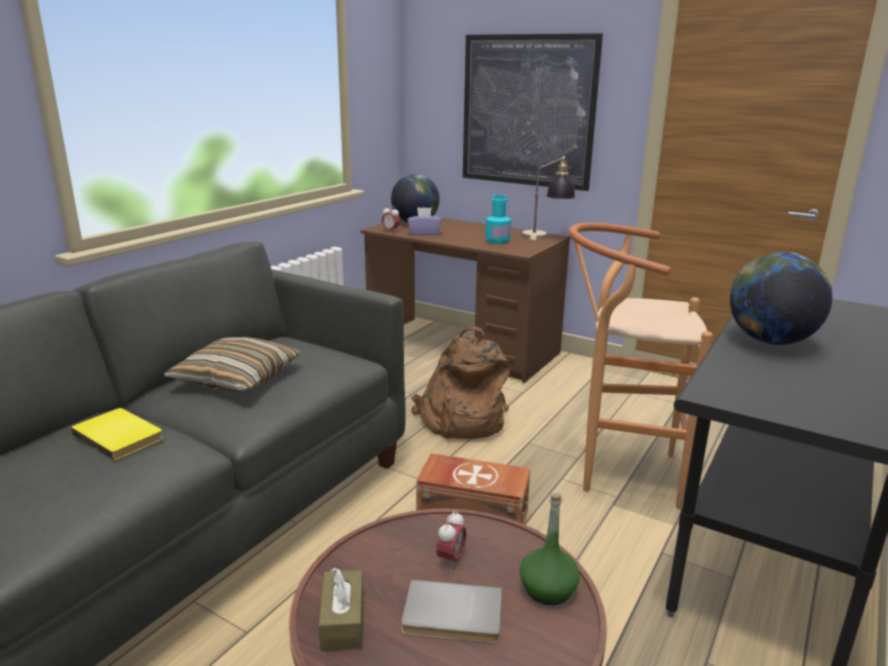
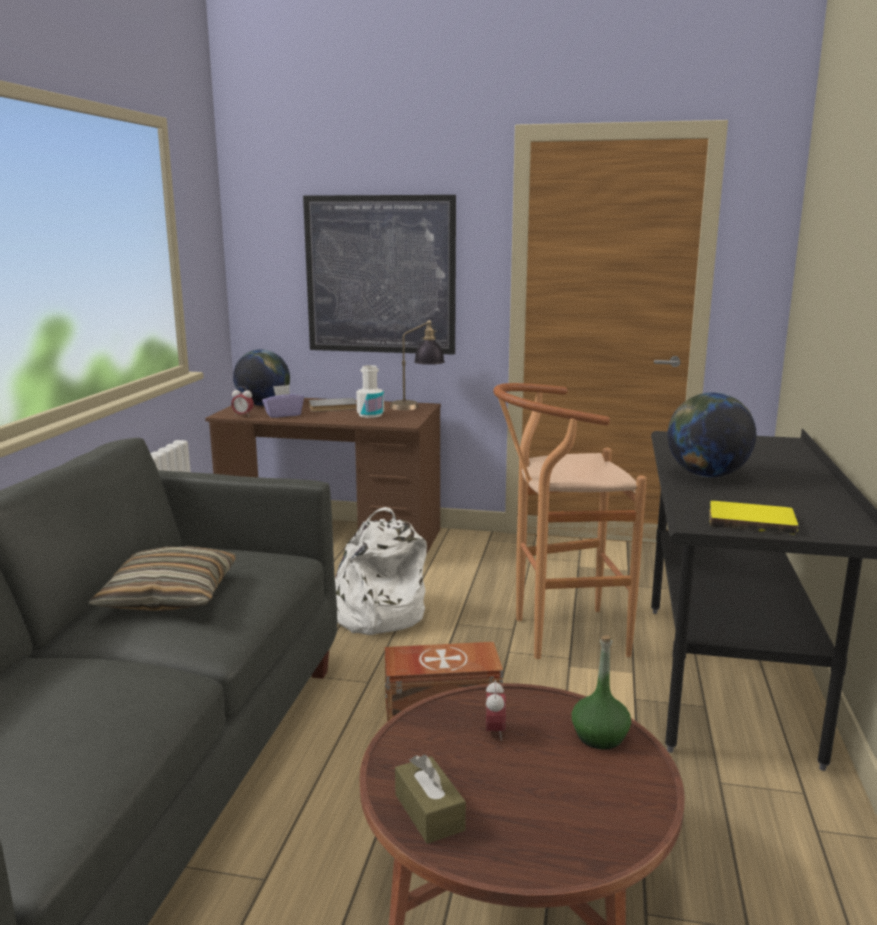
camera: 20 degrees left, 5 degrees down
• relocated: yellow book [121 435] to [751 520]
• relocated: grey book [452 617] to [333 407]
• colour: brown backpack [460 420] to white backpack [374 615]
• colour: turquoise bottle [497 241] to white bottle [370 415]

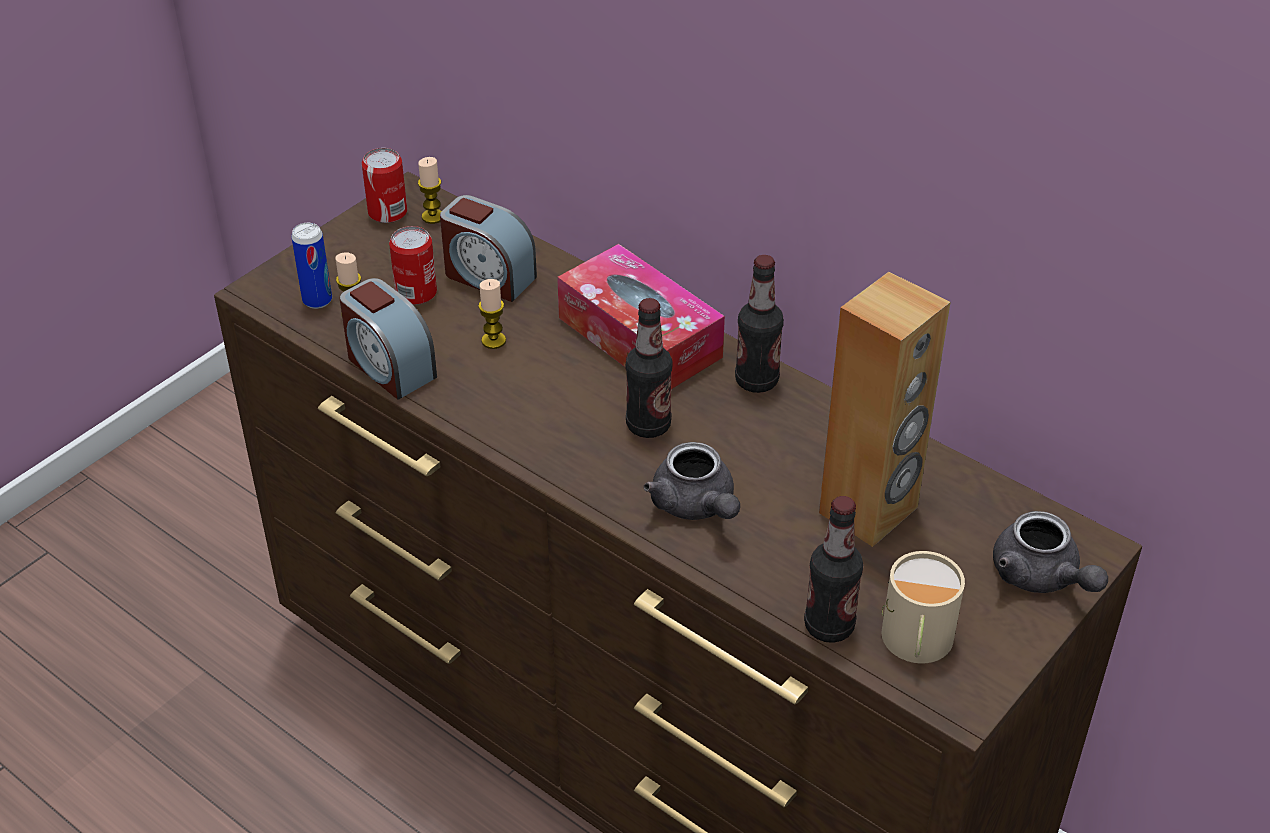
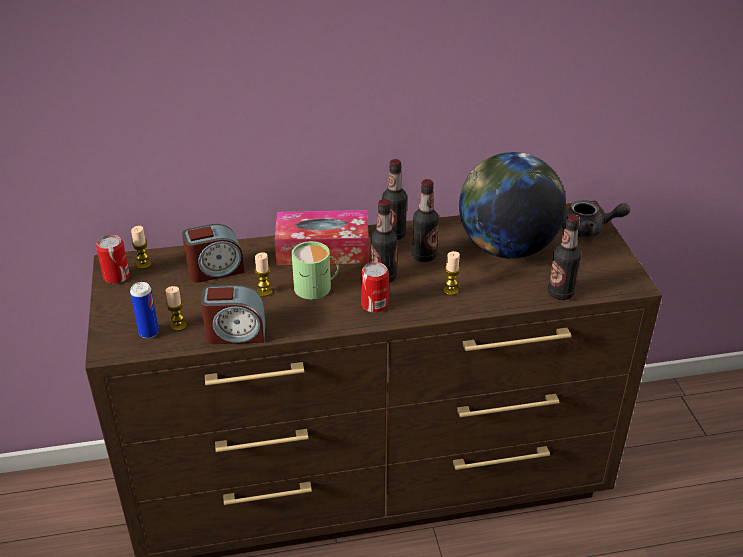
camera: 50 degrees left, 5 degrees down
• relocated: can [416 293] to [374 305]
• exchanged: grey teapot [696 506] to candle [450 290]
• exchanged: brown speaker [869 511] to globe [506 248]
• missing: beige mug [915 641]
• appeared: green mug [317 287]
• appeared: bottle [424 256]

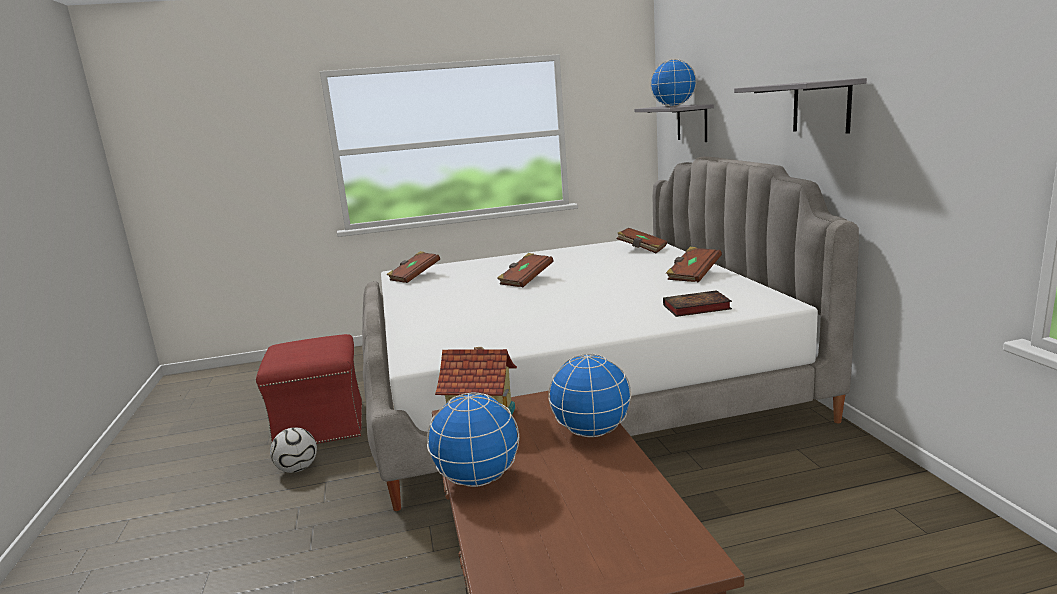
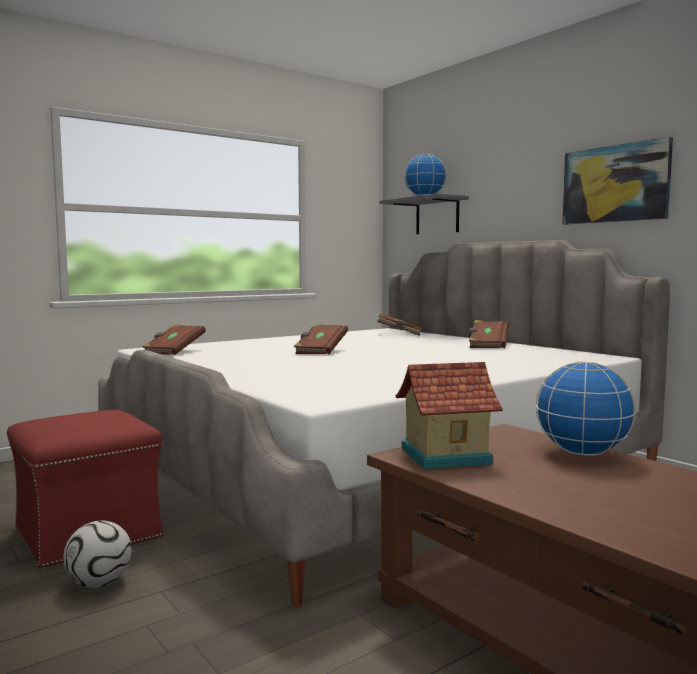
camera: 25 degrees left, 10 degrees down
• missing: globe [477 479]
• missing: book [695 308]
• exchanged: grey shelf [821 106] to picture [615 184]

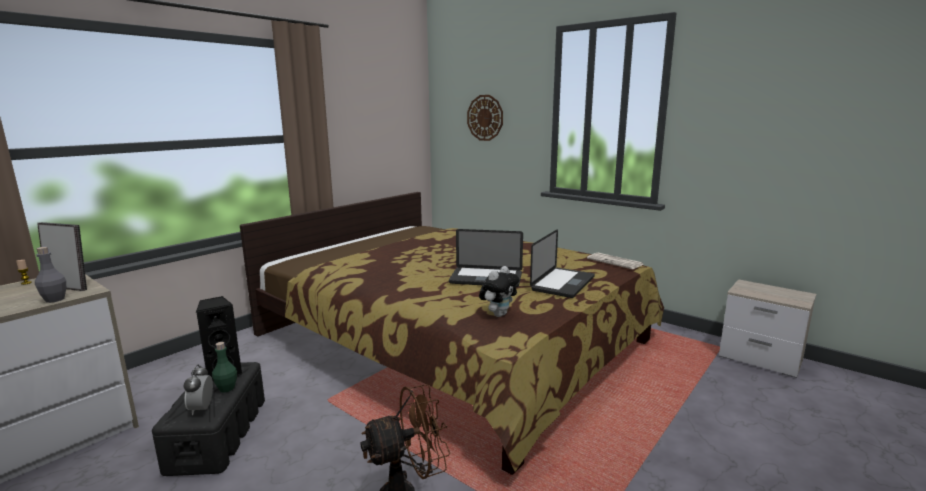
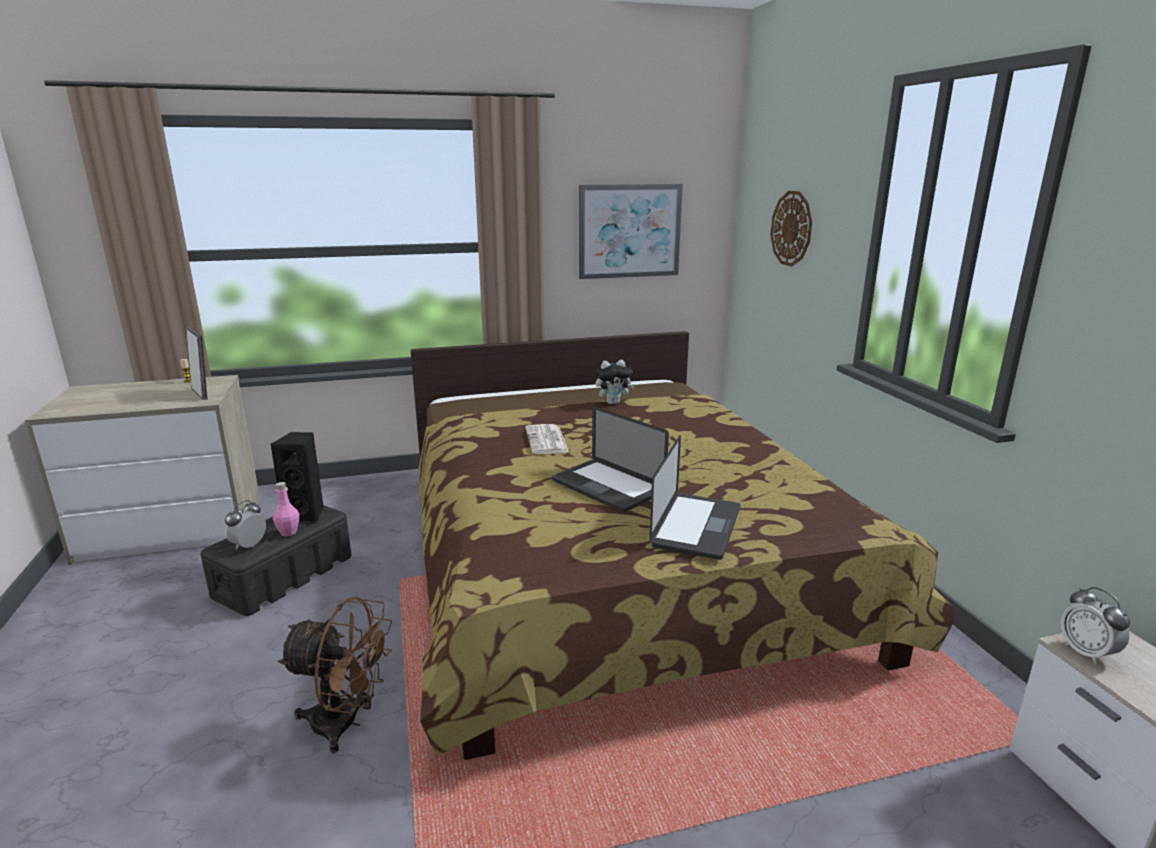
camera: 35 degrees right, 5 degrees up
• missing: grey bottle [54 299]
• colour: green bottle [226 388] to pink bottle [288 532]
• relocated: plush toy [498 314] to [613 402]
• spun: laptop [563 283] = [696 527] 45 degrees counterclockwise
• relocated: newspaper [615 262] to [547 440]
• appeared: picture [629 231]
• appeared: alarm clock [1086 652]

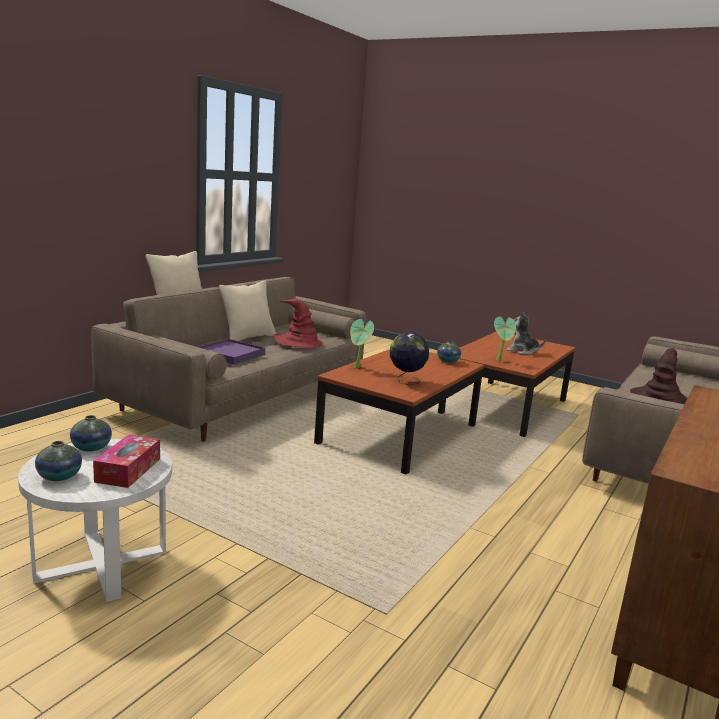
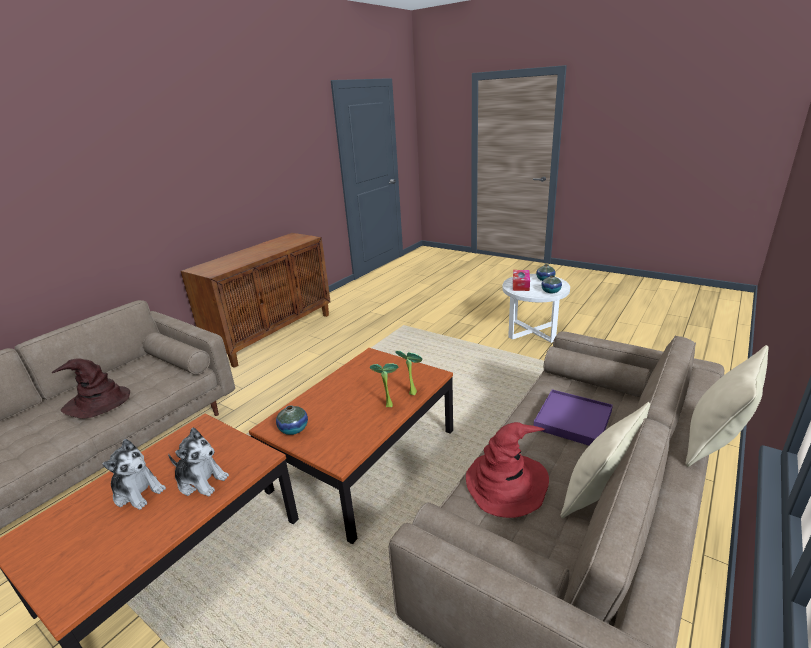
camera: 175 degrees left, 10 degrees up
• missing: globe [406 381]
• relocated: potted plant [500 361] to [387 404]
• appeared: plush toy [201 481]

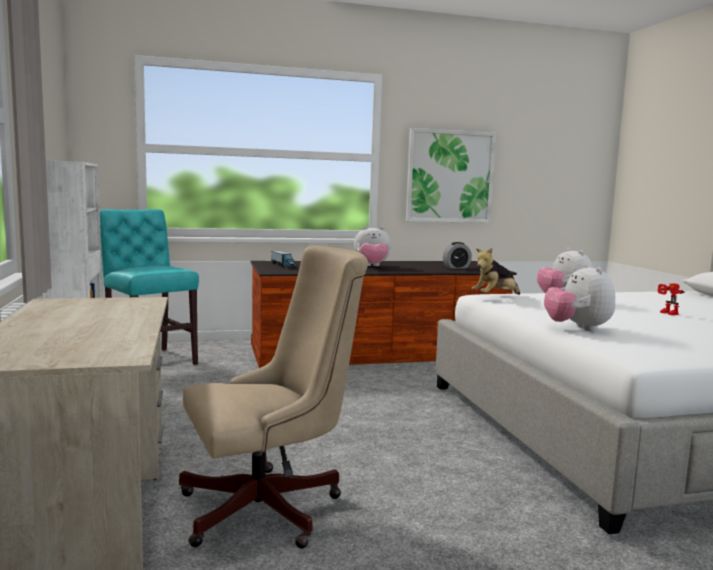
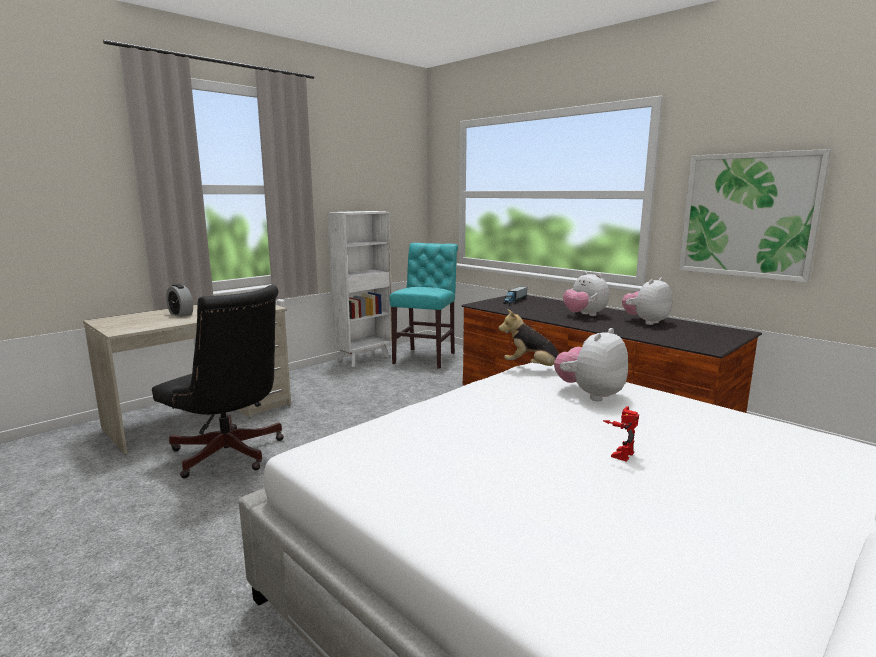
camera: 60 degrees right, 5 degrees up
• colour: beige office chair [271 508] to black office chair [230 455]
• relocated: alarm clock [456 267] to [181 314]
• relocated: plush toy [577 328] to [646 322]

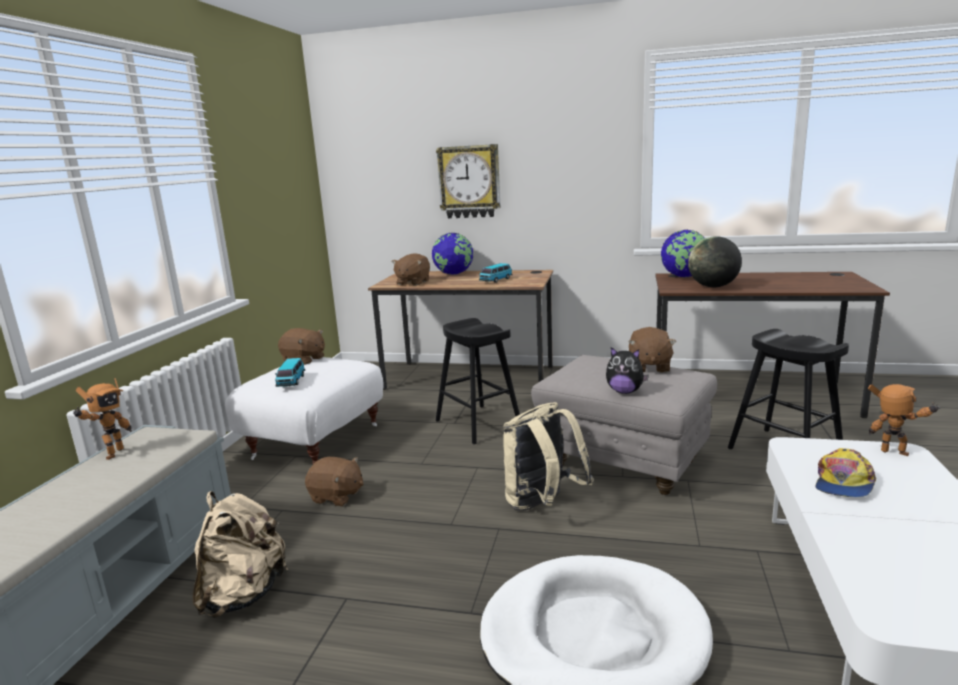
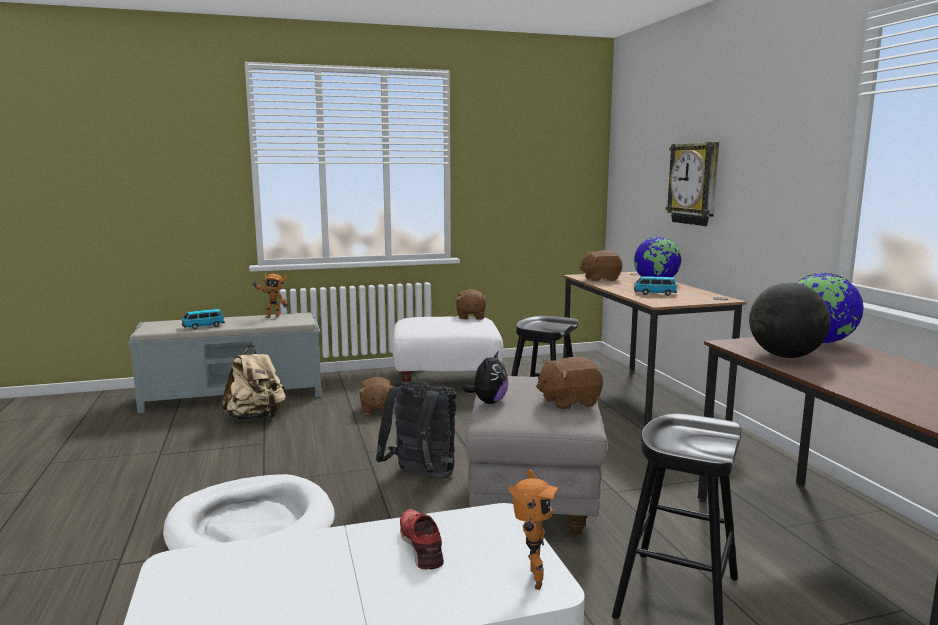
camera: 60 degrees right, 5 degrees down
• relocated: toy car [291 381] to [203 326]
• colour: beige backpack [542 505] to black backpack [421 477]
• spun: plush toy [625 391] = [488 402] 150 degrees counterclockwise
• exchanged: cap [843 483] to red shoe [422 545]

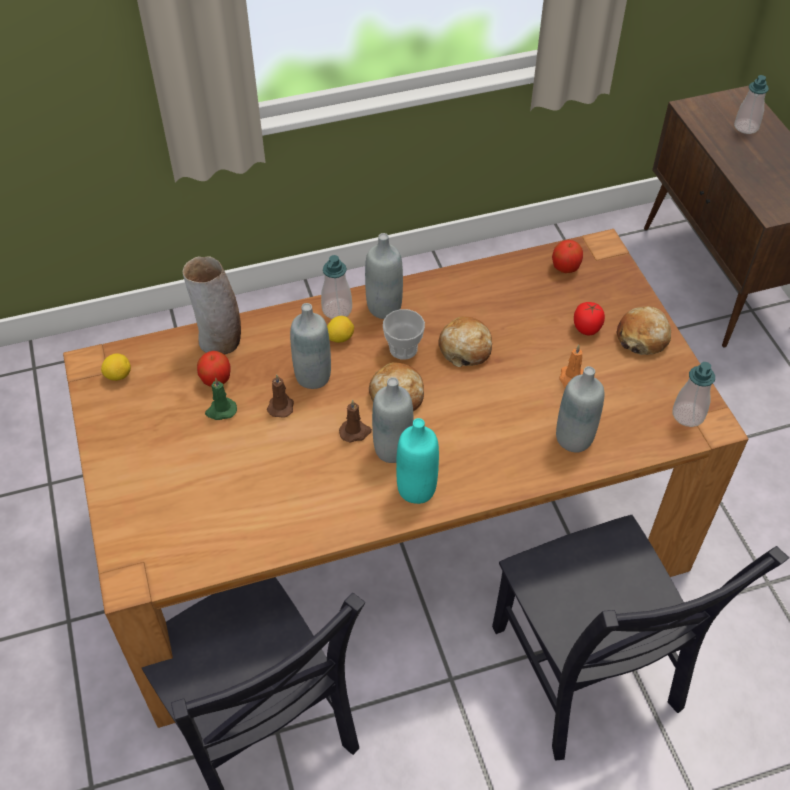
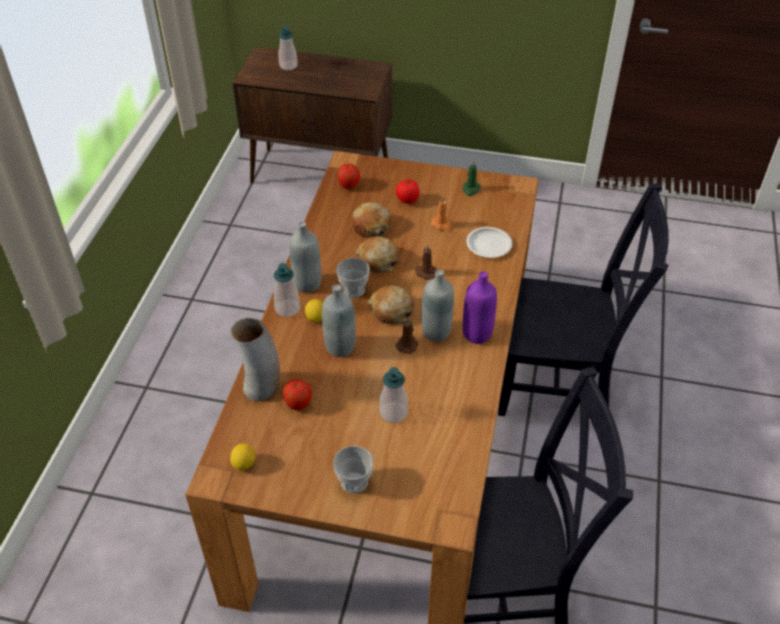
camera: 60 degrees left, 5 degrees down
• relocated: green candle [221 411] to [470 189]
• relocated: brown candle [281 406] to [425 272]
• colour: turquoise bottle [416 489] to purple bottle [477 334]
• exchanged: grey bottle [574 438] to white plate [488 245]
• relocated: bread [643 337] to [371 226]
• relocated: soap dispenser [688 415] to [393 412]
• appeared: cup [354 482]

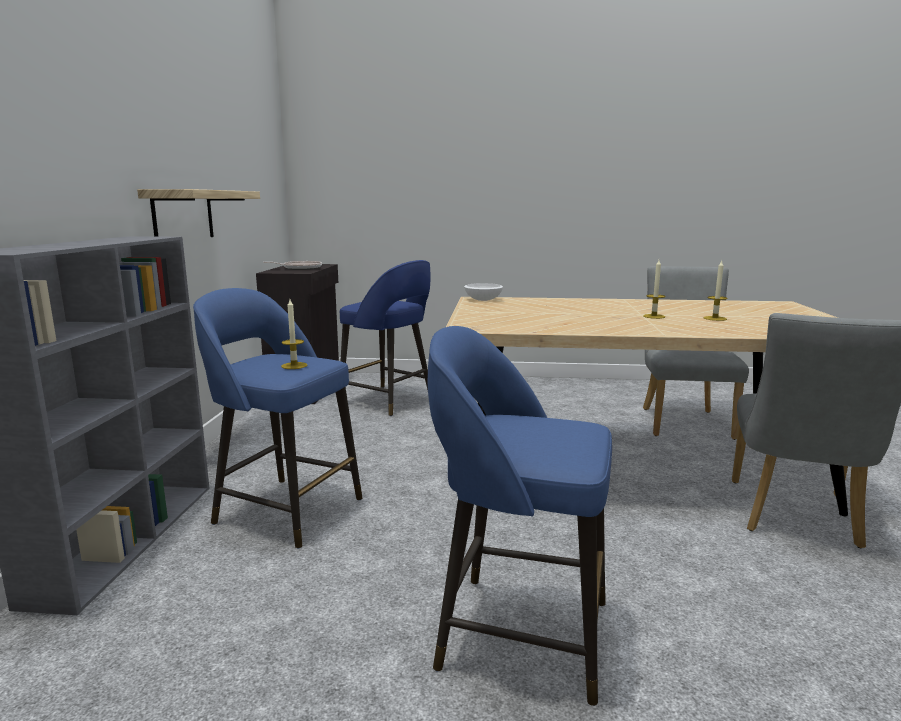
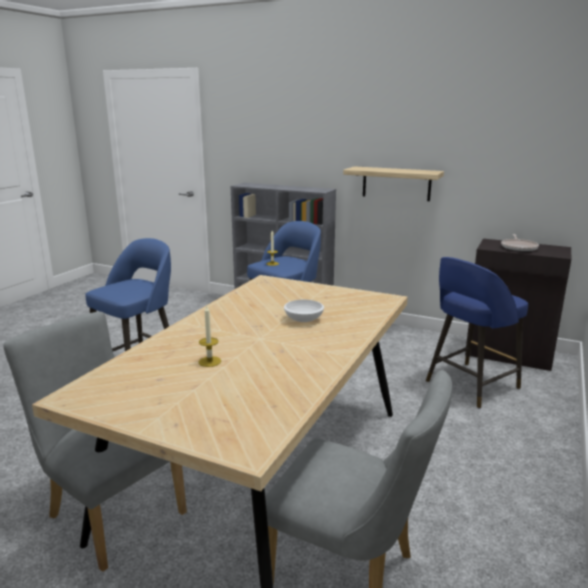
camera: 110 degrees right, 5 degrees up
• relocated: white bowl [483 299] to [304 320]
• missing: candle [654 316]

